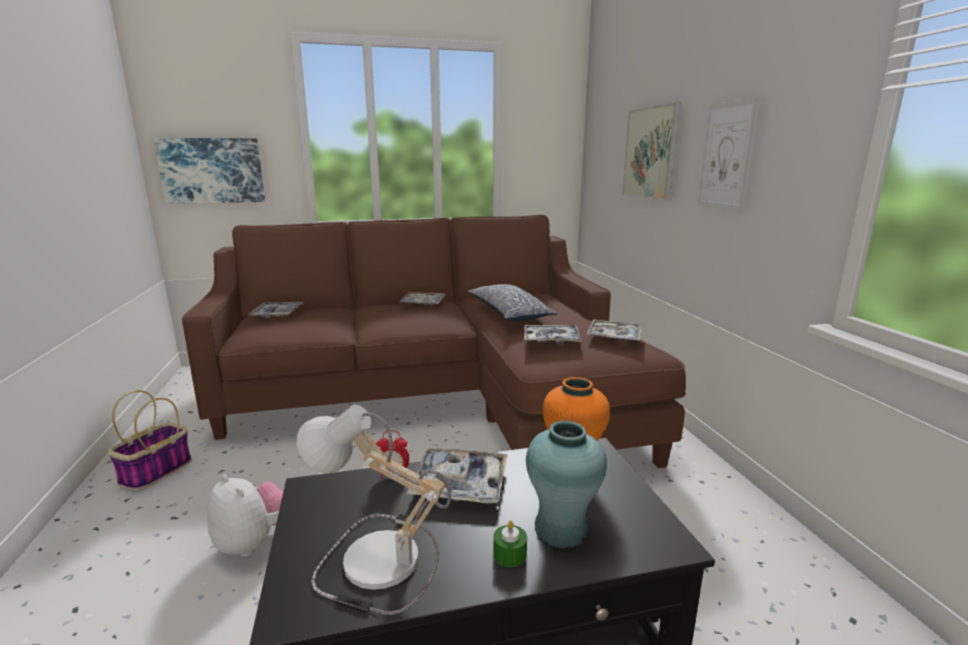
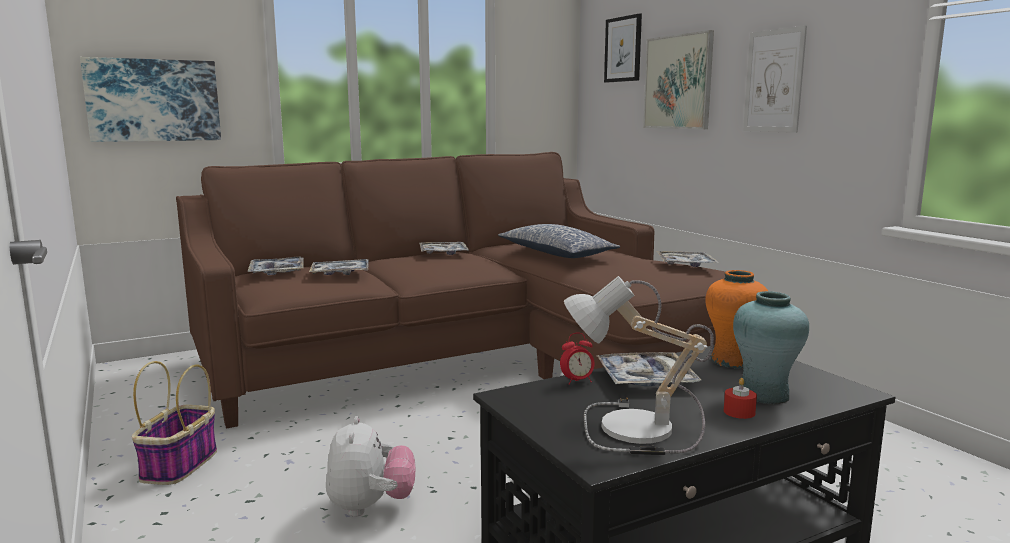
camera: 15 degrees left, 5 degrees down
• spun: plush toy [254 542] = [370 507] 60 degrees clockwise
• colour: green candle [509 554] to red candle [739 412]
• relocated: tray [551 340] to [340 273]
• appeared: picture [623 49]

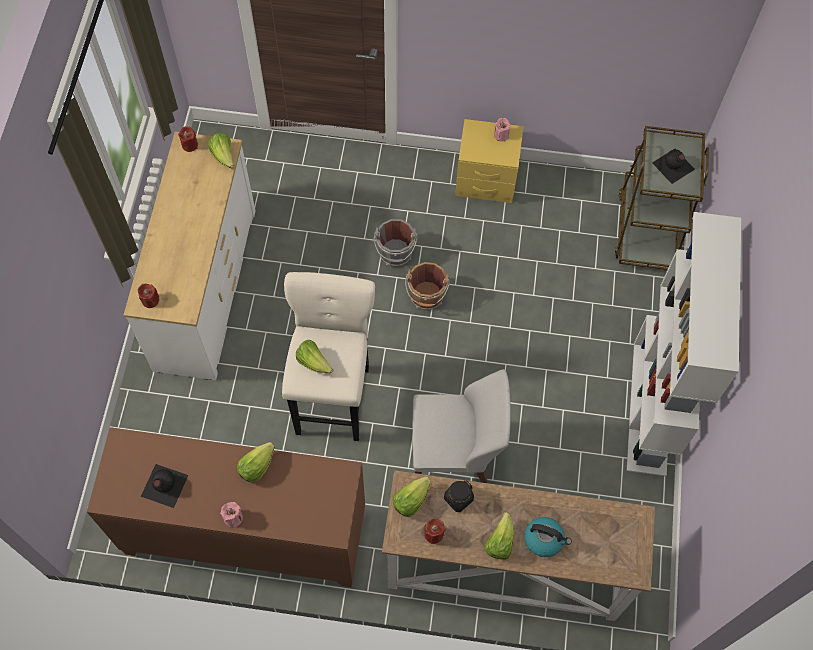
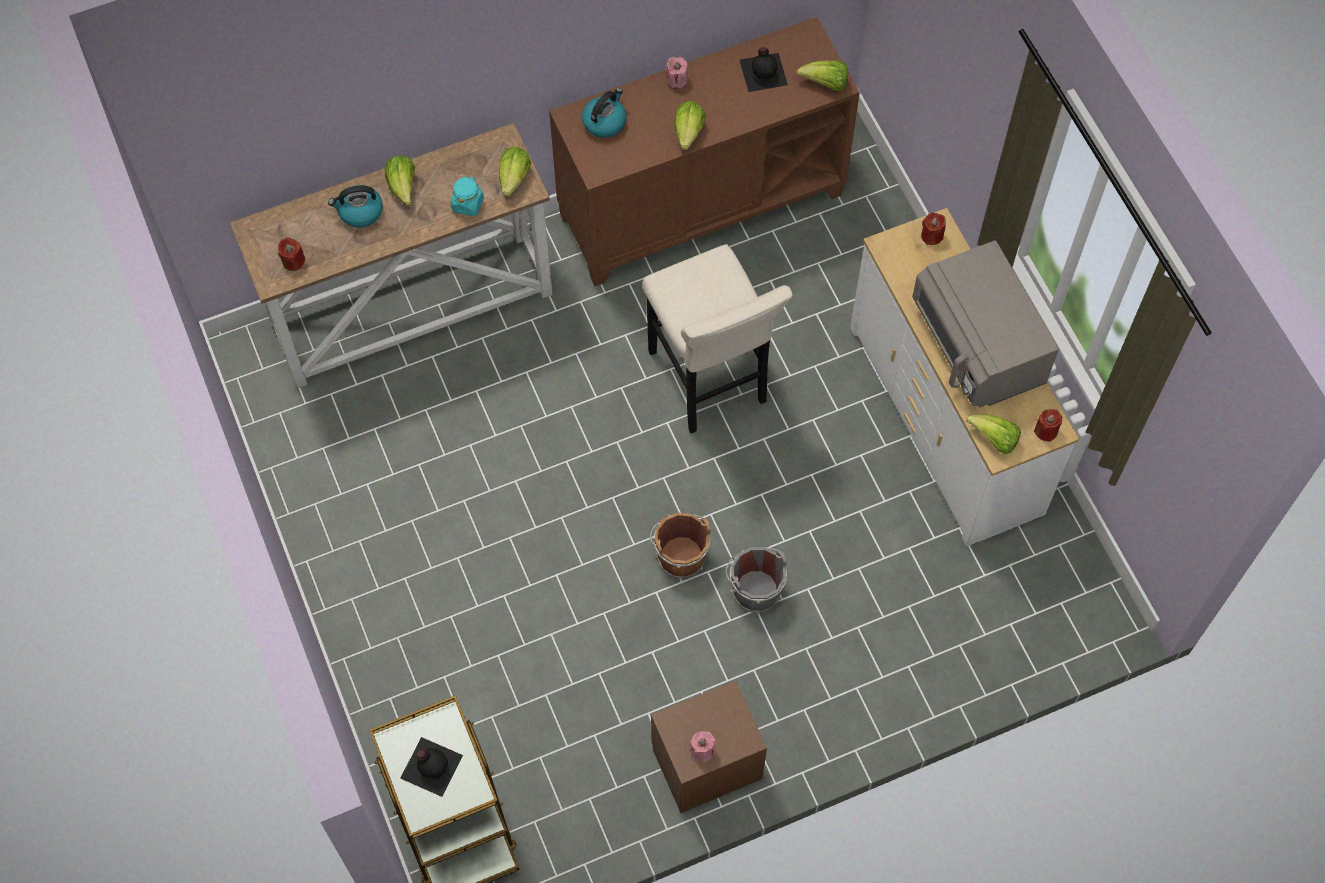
camera: 150 degrees right, 0 degrees up
• relocated: lettuce [313 362] to [825 84]
• missing: white chair [454 454]
• relocated: red candle [433 534] to [293 261]
• colour: black jar [458 499] to turquoise jar [467 204]
• colour: yellow nightstand [486 181] to brown nightstand [706 763]
• missing: white bookcase [650 408]
• appeared: kettle [604 122]
• appeared: grey microwave [976 346]

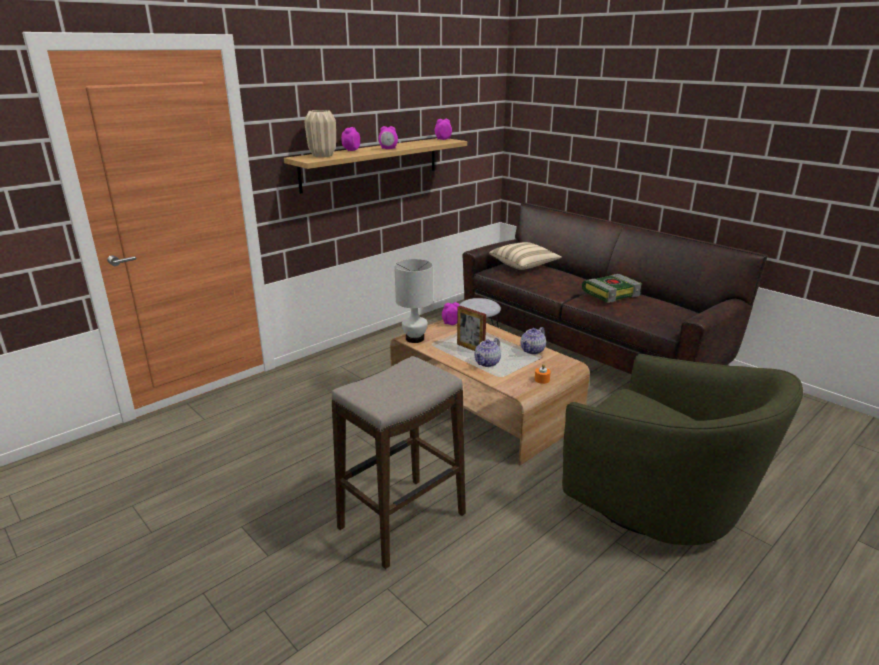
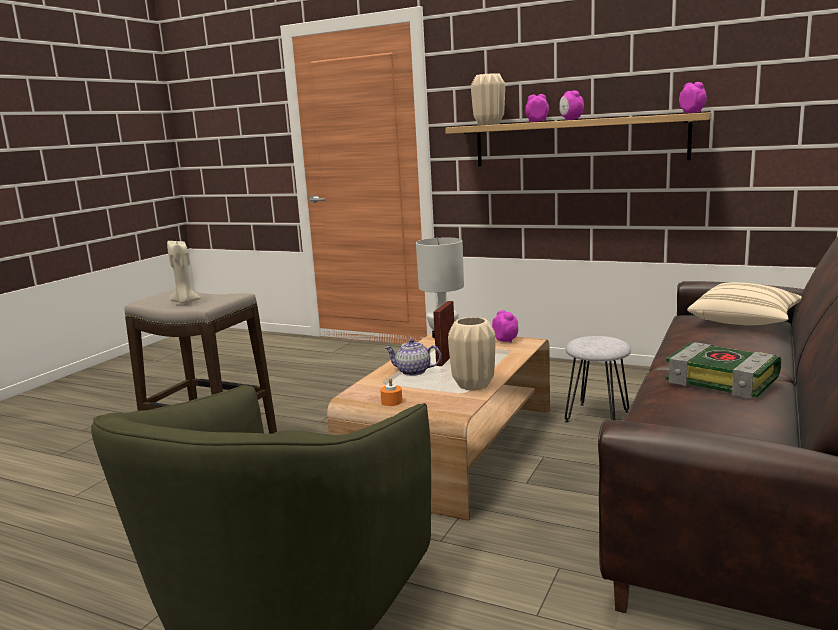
camera: 70 degrees right, 10 degrees down
• exchanged: teapot [532 351] to beige vase [473 385]
• appeared: beige candle [185 302]

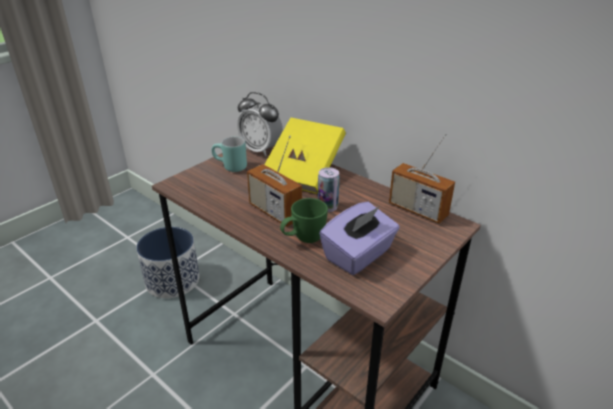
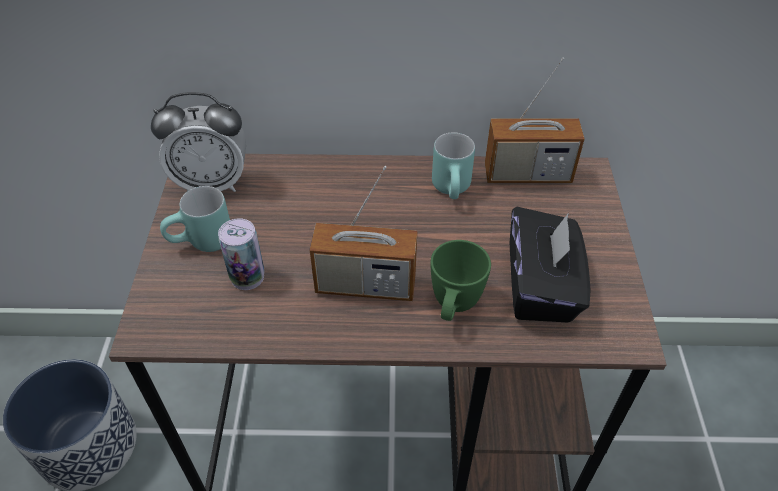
camera: 40 degrees left, 15 degrees up
• missing: yellow book [304 172]
• relocated: can [327 206] to [247 277]
• colour: purple tissue box [359 255] to black tissue box [541 287]
• appeared: turquoise mug [454 190]

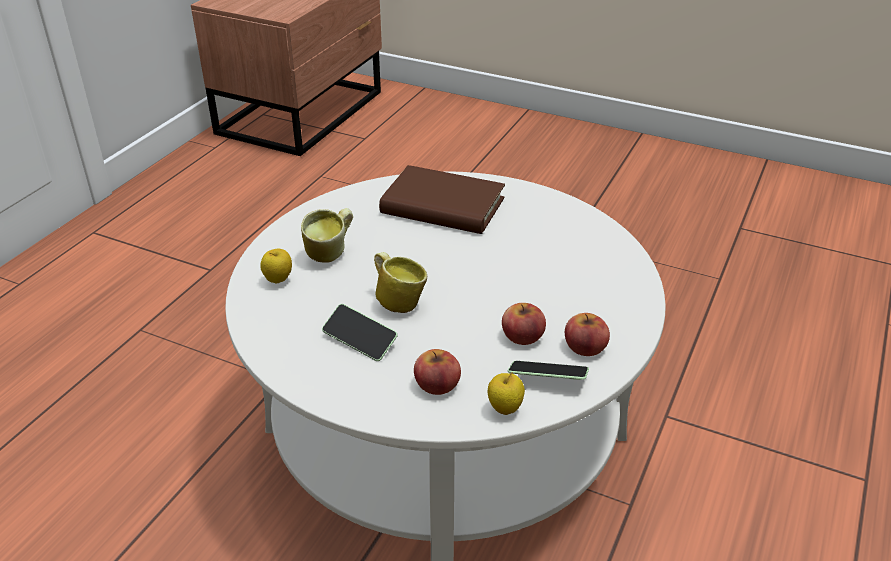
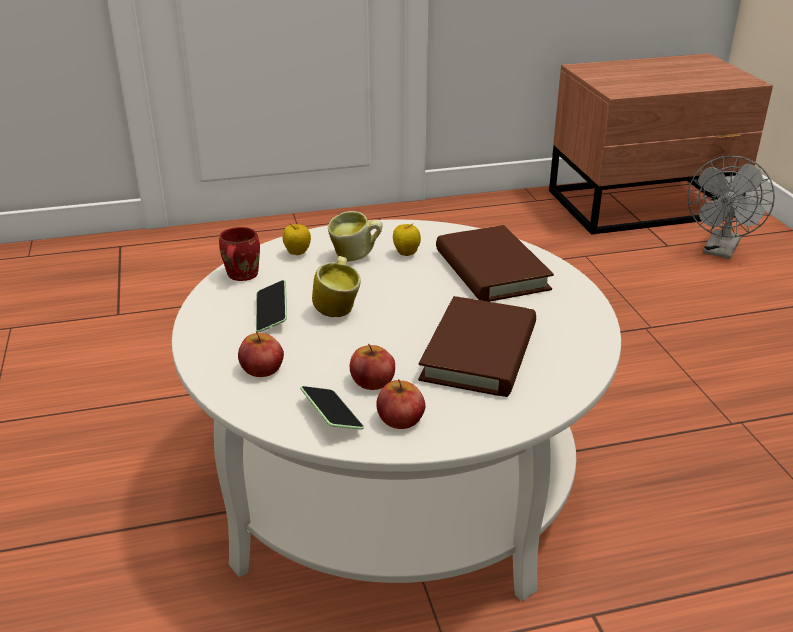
camera: 50 degrees right, 5 degrees down
• relocated: apple [505 408] to [406 253]
• appeared: red mug [240 275]
• appeared: brown book [479 352]
• appeared: grey fan [720 251]

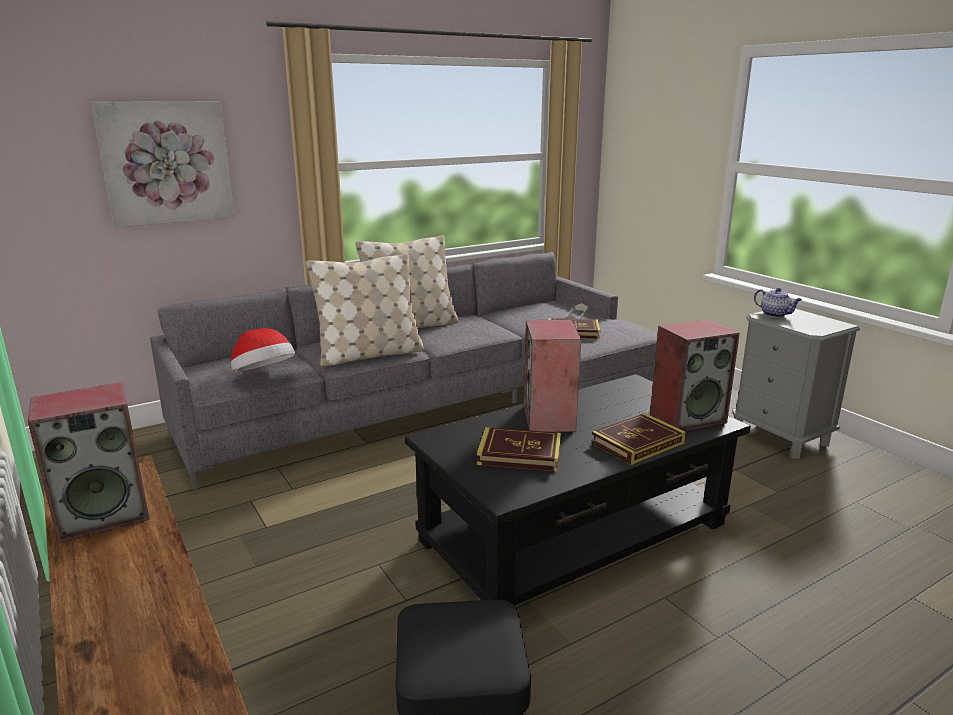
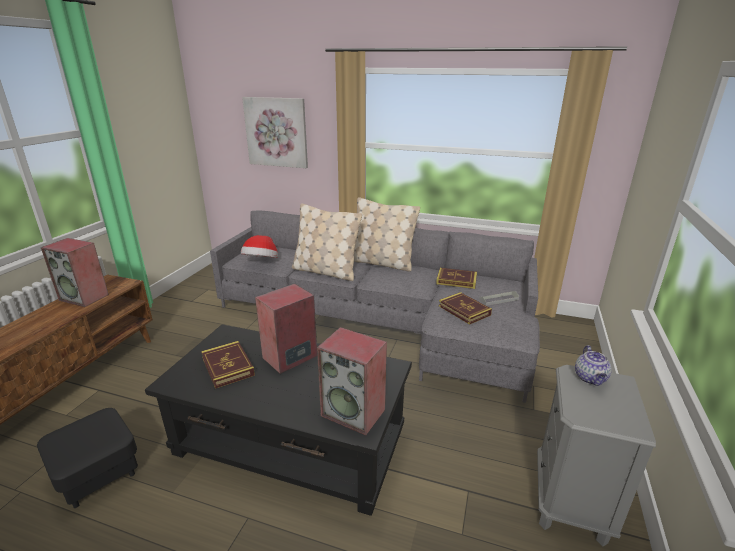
camera: 50 degrees right, 5 degrees up
• relocated: book [637 443] to [456 280]

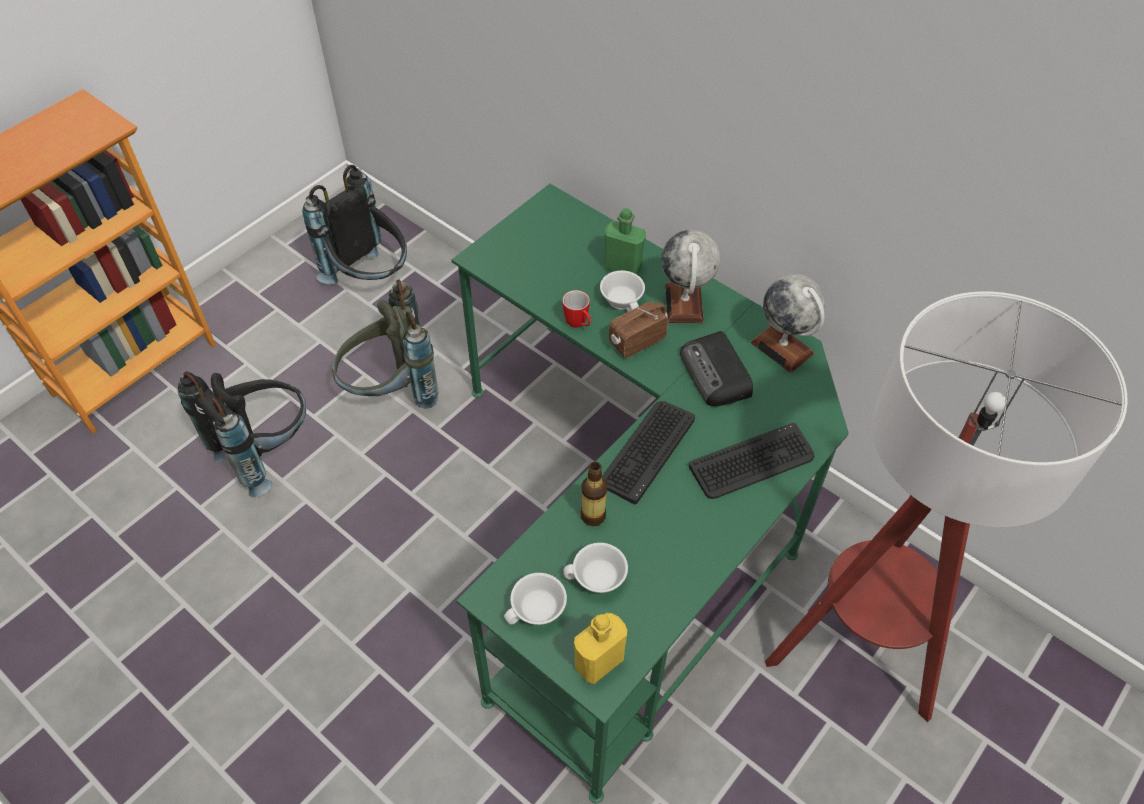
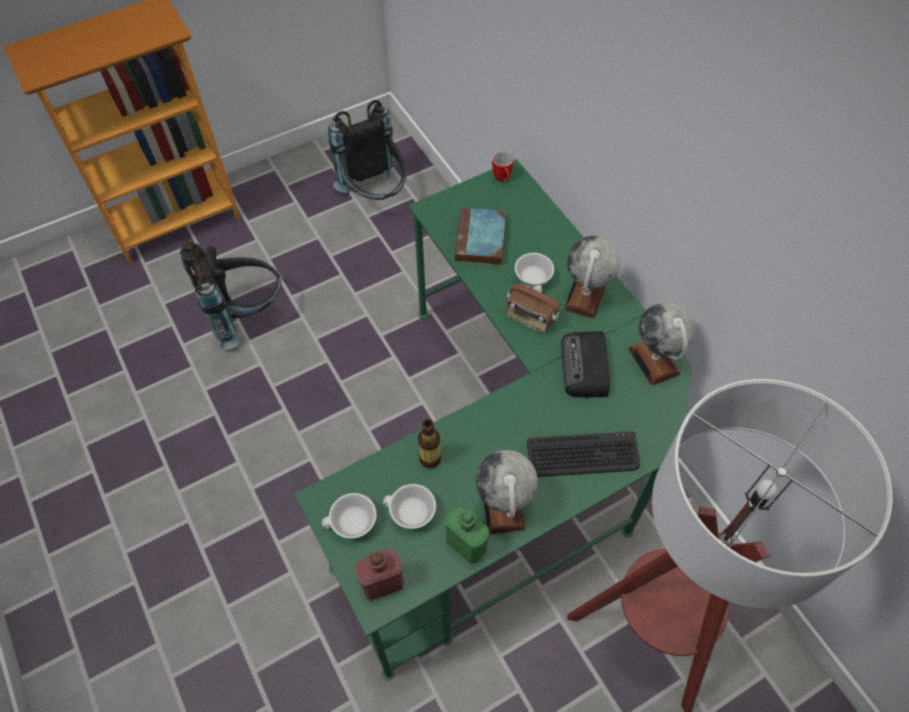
camera: 20 degrees right, 5 degrees up
• missing: grey backpack [392 391]
• relocated: mug [579 324] to [502 180]
• colour: yellow bottle [599 662] to red bottle [382 583]
• missing: keyboard [647 451]
• relocated: green bottle [623 267] to [466 544]
• spun: radio [636 341] = [530 318] 135 degrees counterclockwise
• appeared: book [481 241]
• appeared: globe [503 507]

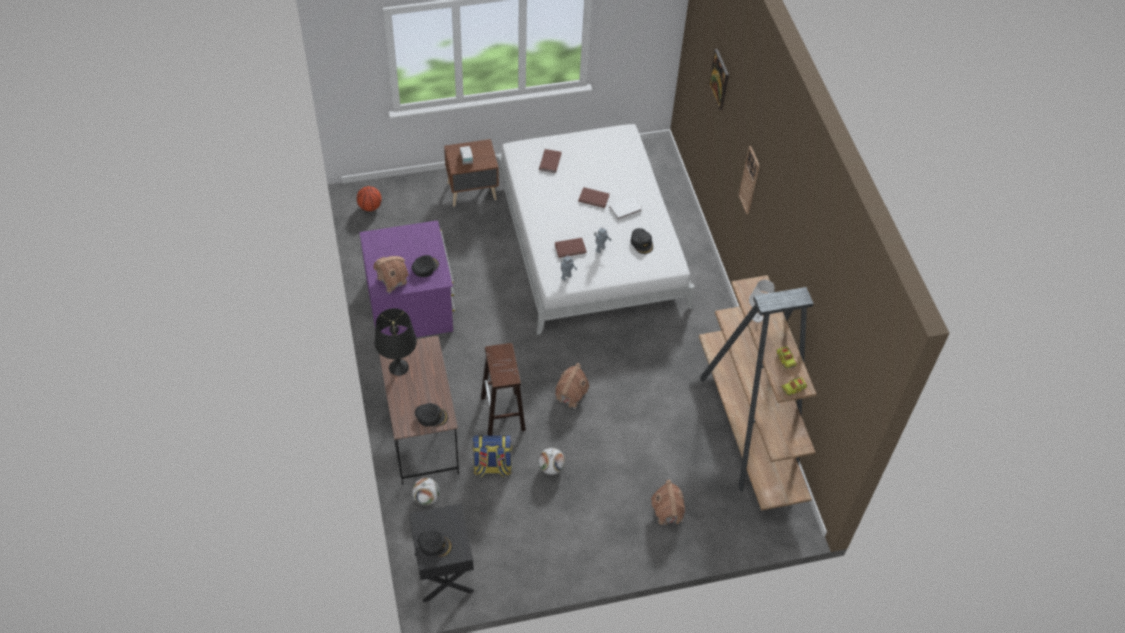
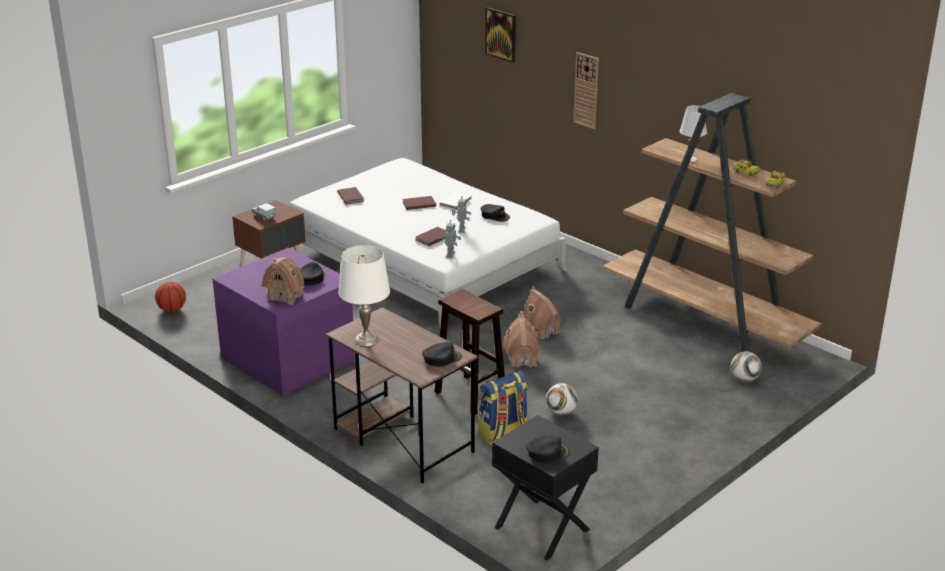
camera: 30 degrees left, 25 degrees down
• colour: black table lamp [399 367] to white table lamp [367 339]
• relocated: football [426 497] to [744 379]
• relocated: toy house [667 512] to [541 331]

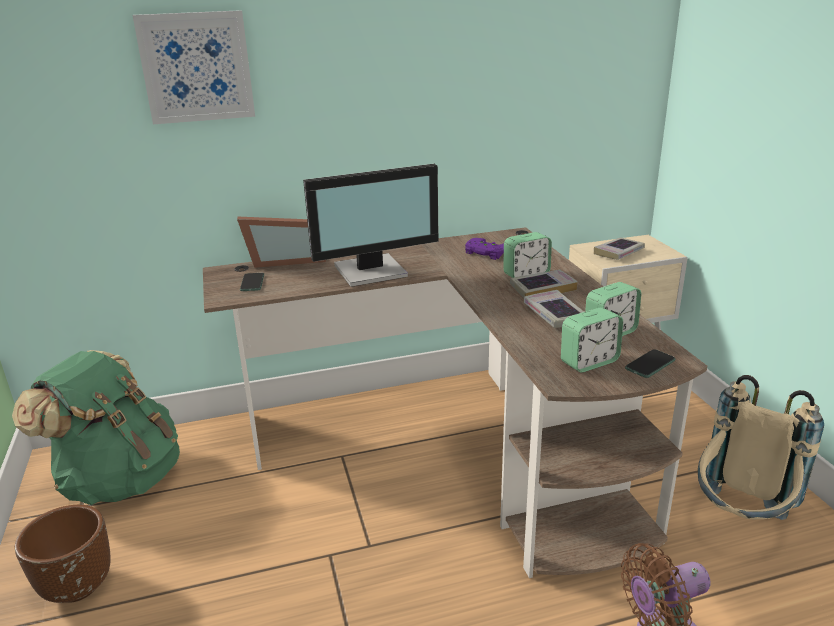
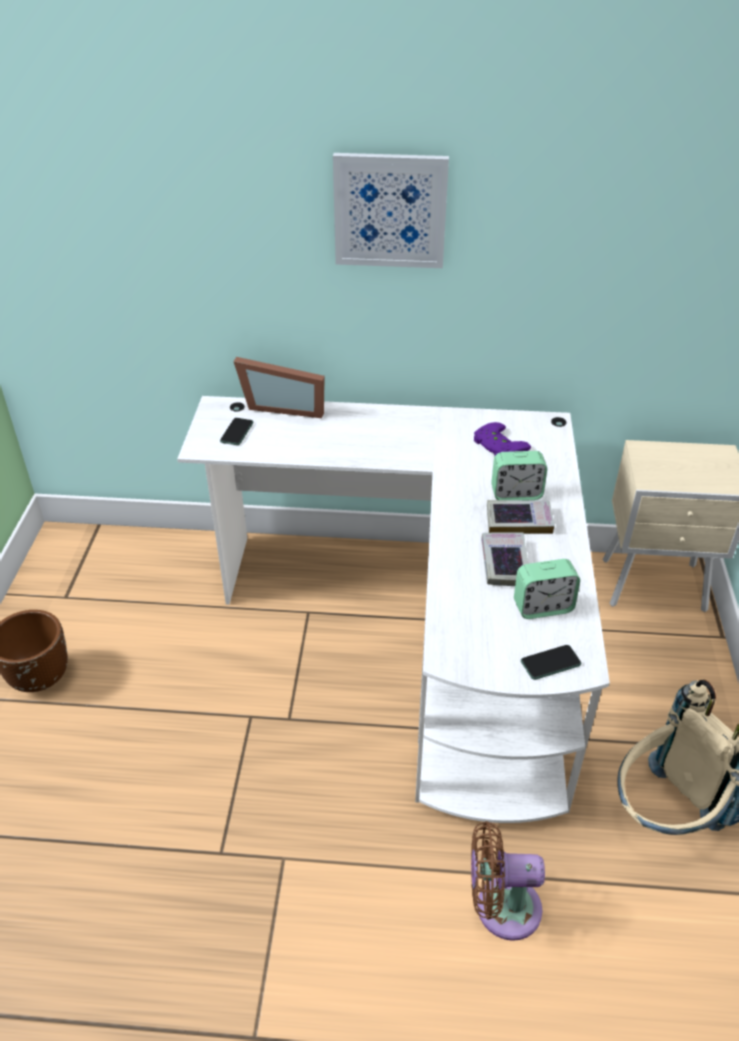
camera: 20 degrees right, 15 degrees up
• missing: green backpack [120 479]
• relocated: picture [196 67] to [390 210]
• colour: brown desk [457 446] to white desk [425 635]
• missing: monitor [372 272]
• missing: alarm clock [589 362]
• missing: book [618 252]

